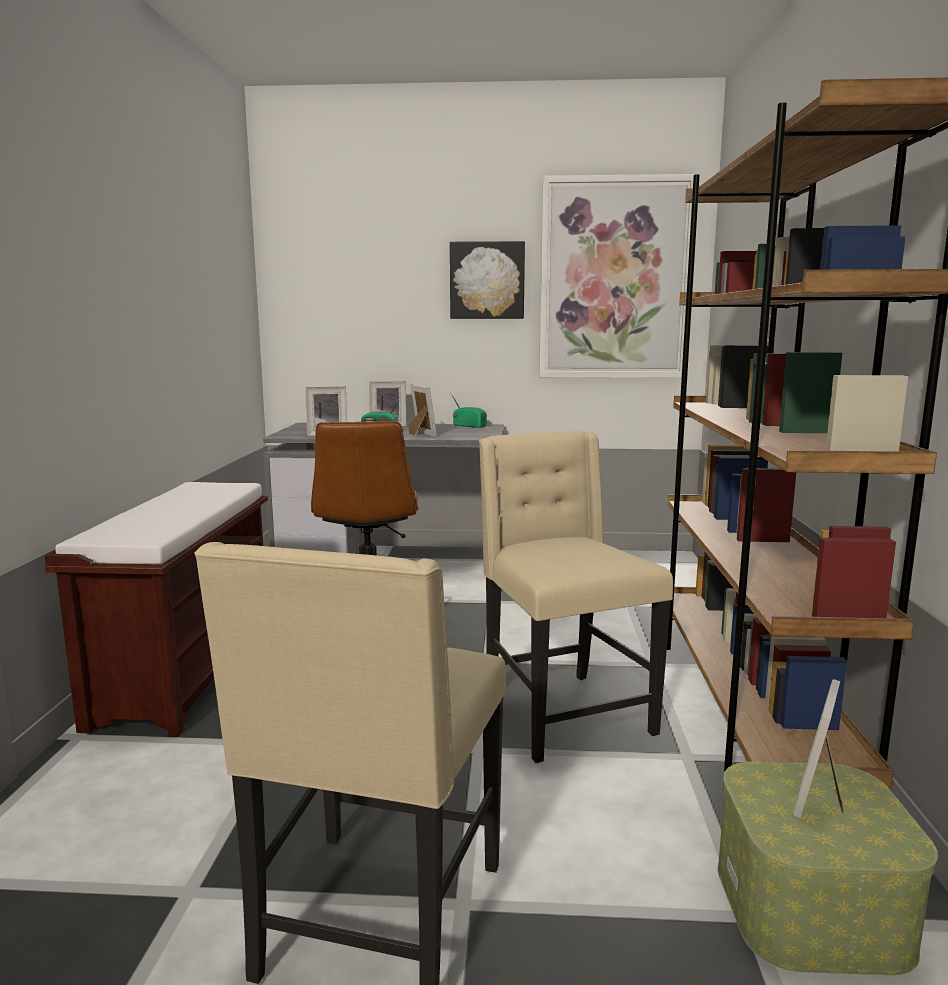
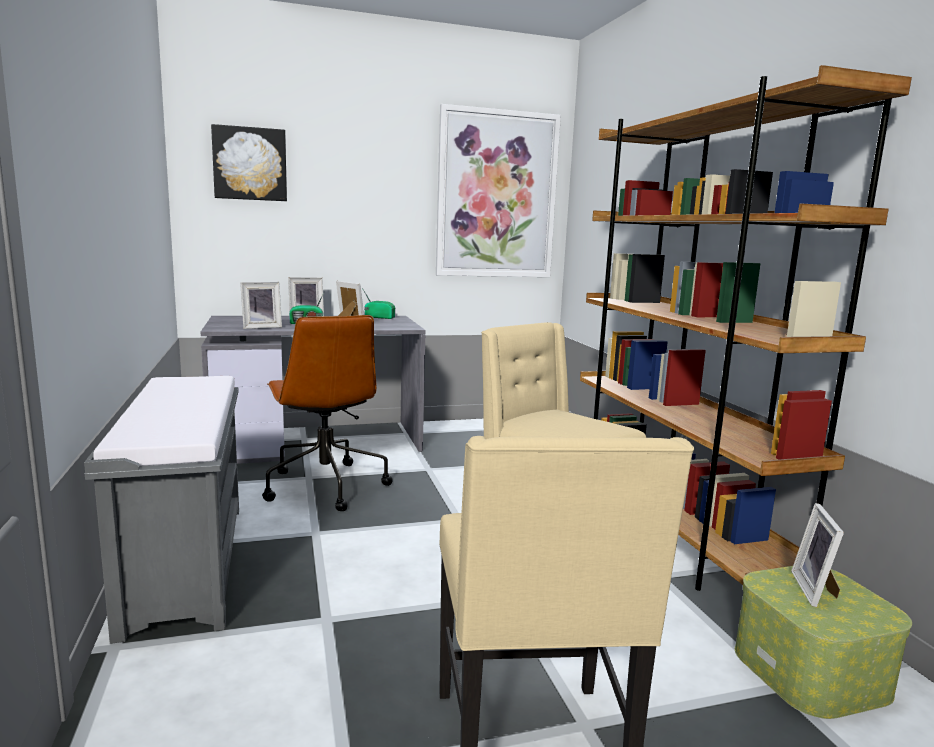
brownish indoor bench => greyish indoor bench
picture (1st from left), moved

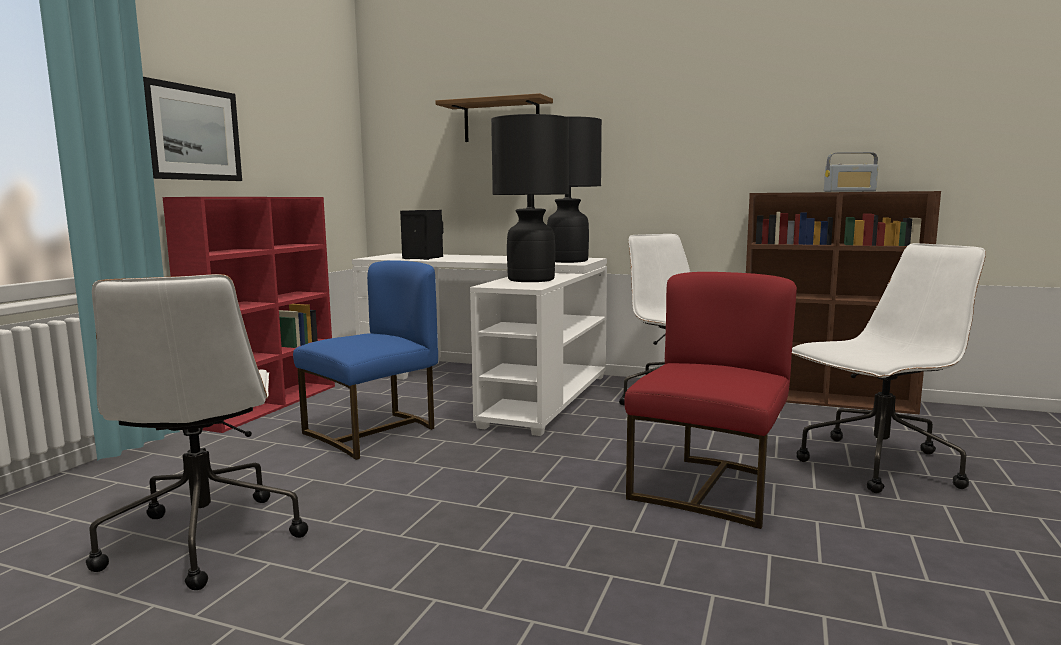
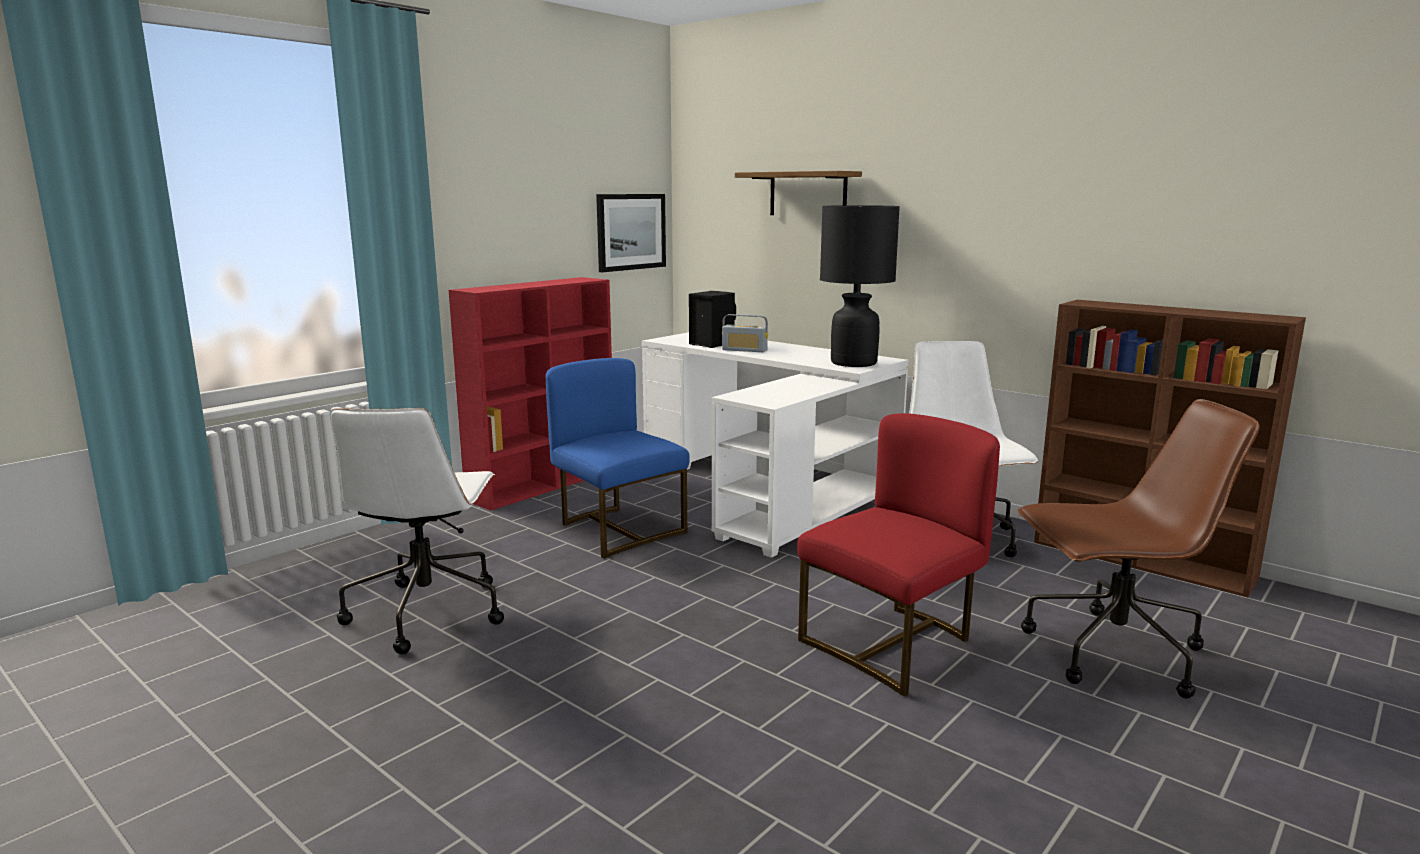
bluish plain chair, 105 degrees counterclockwise
picture, moved
radio receiver, moved
whitish computer chair (3rd from left) => brownish computer chair
black tabletop lamp (1st from left) => nothing

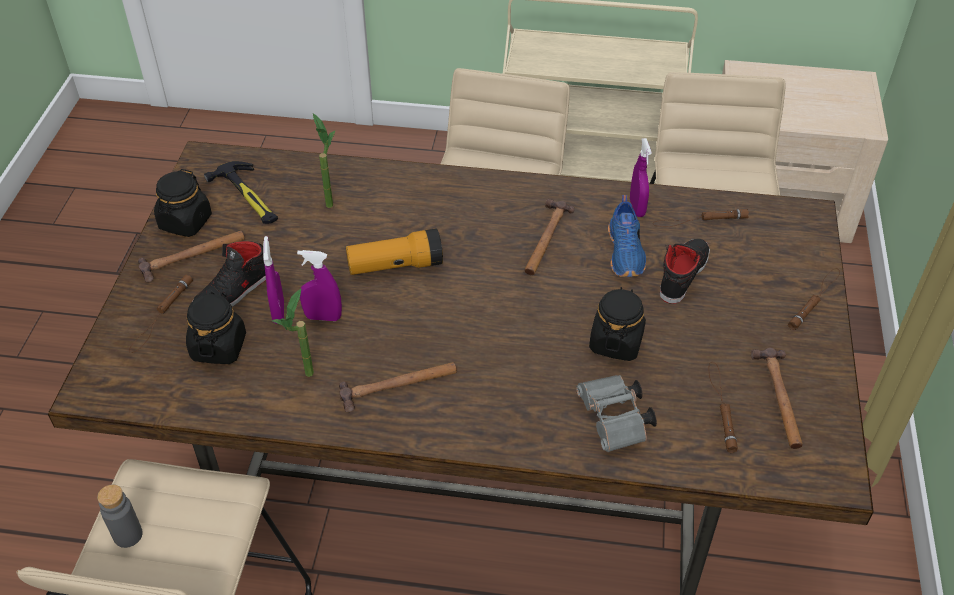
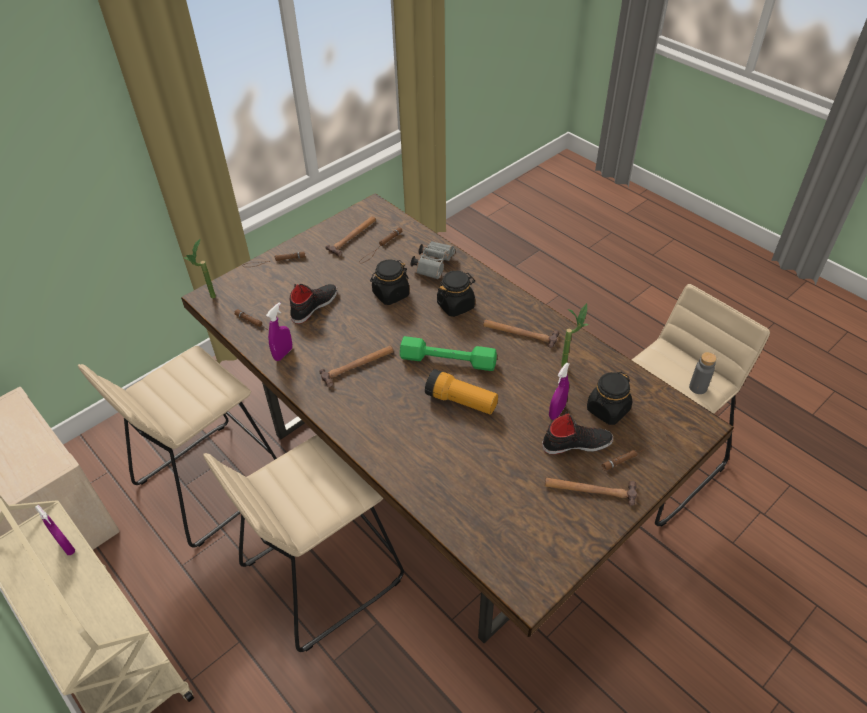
purple spray bottle (2nd from left in the first image) => purple spray bottle (1st from left), moved
potted plant (2nd from left in the first image) => potted plant (1st from left), moved
black item of footwear (2nd from left in the first image) => black item of footwear (1st from left), 150 degrees clockwise
nothing => greenish hand weight
black storage jar (1st from left in the first image) => black storage jar (2nd from left), moved
hand hammer (2nd from left) => nothing
bluish item of footwear => nothing

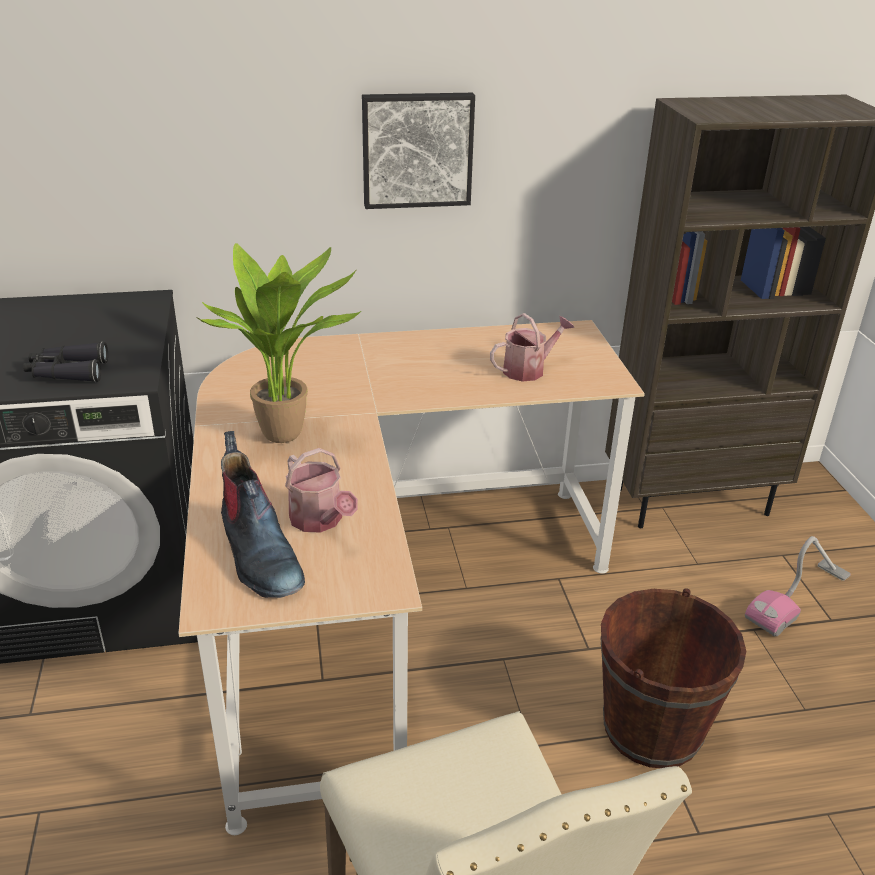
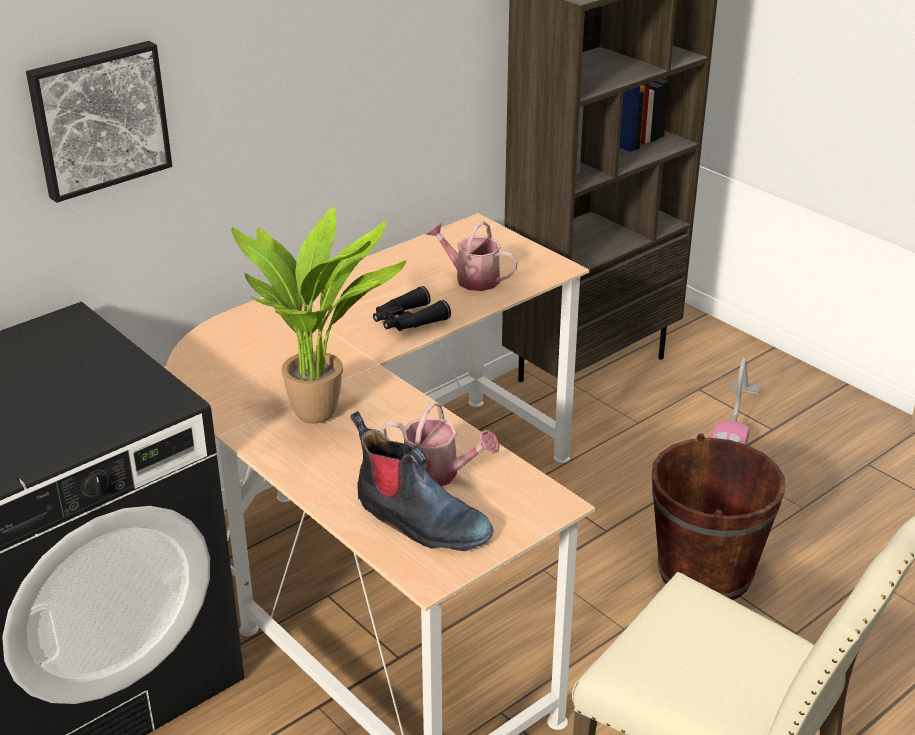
picture, moved
black pair of binoculars, moved
sprinkling can (2nd from left), 90 degrees counterclockwise

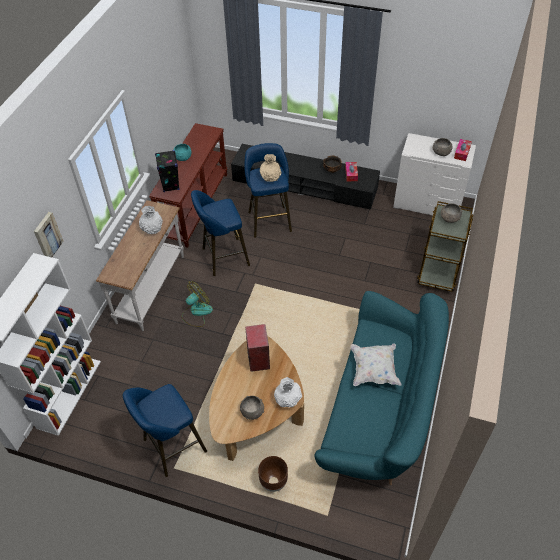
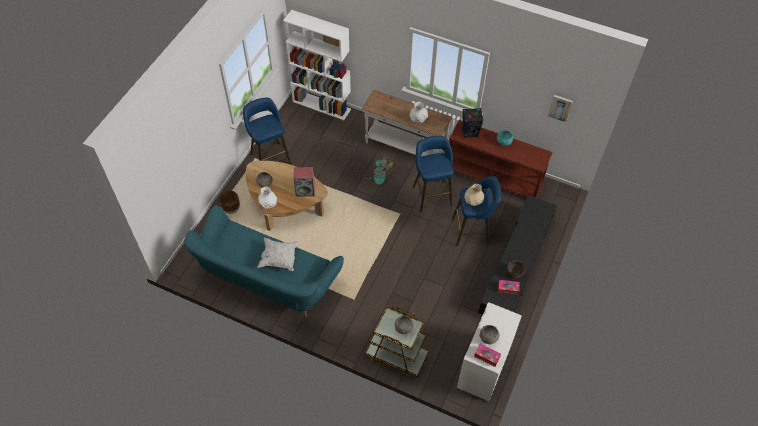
picture, moved

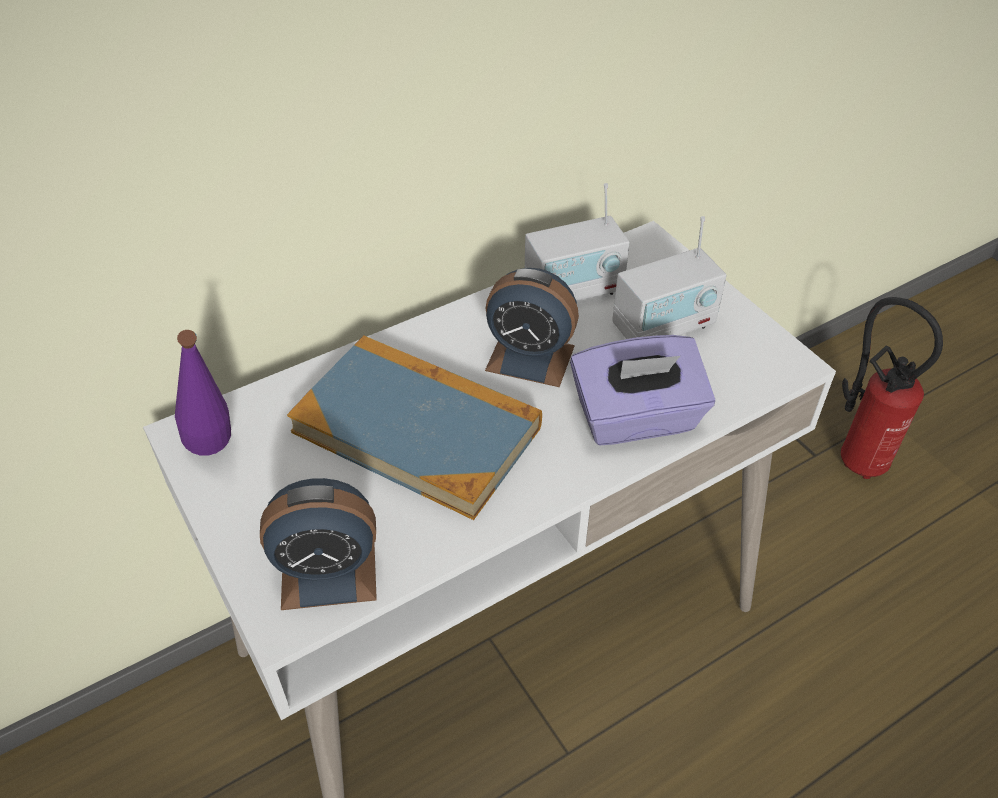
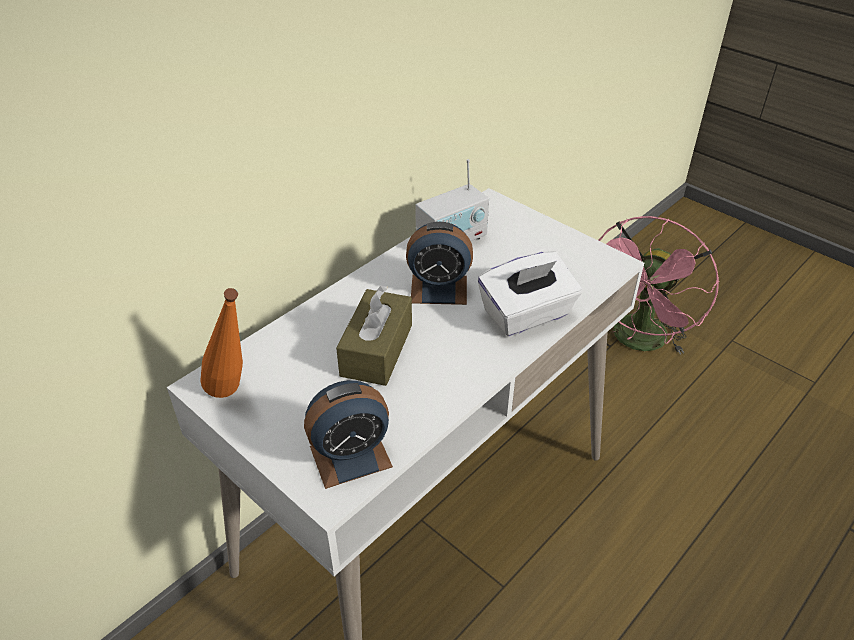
purple bottle => orange bottle
volume => brownish tissue box
purple tissue box => whitish tissue box
fire extinguisher => pink-coloured electric fan
radio receiver (2nd from left) => nothing

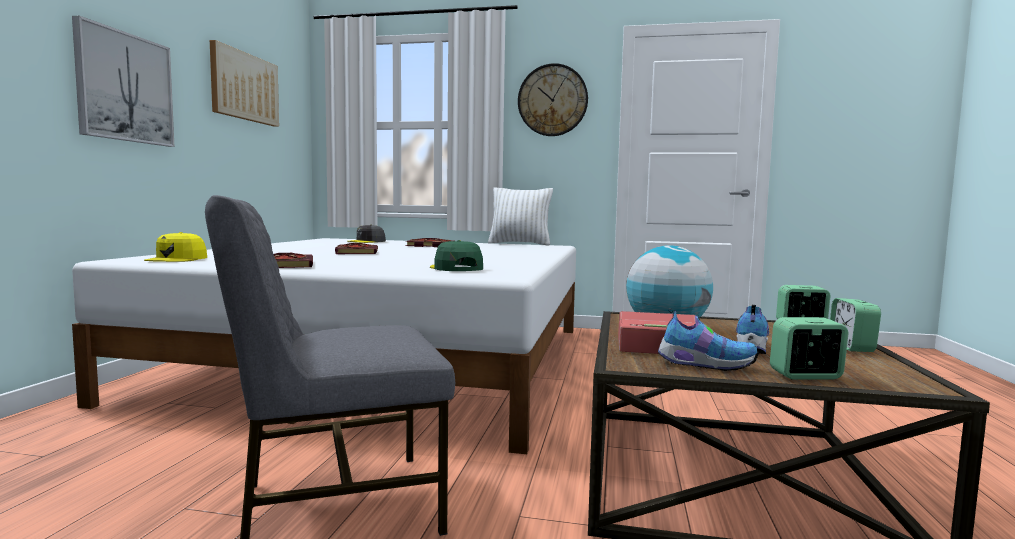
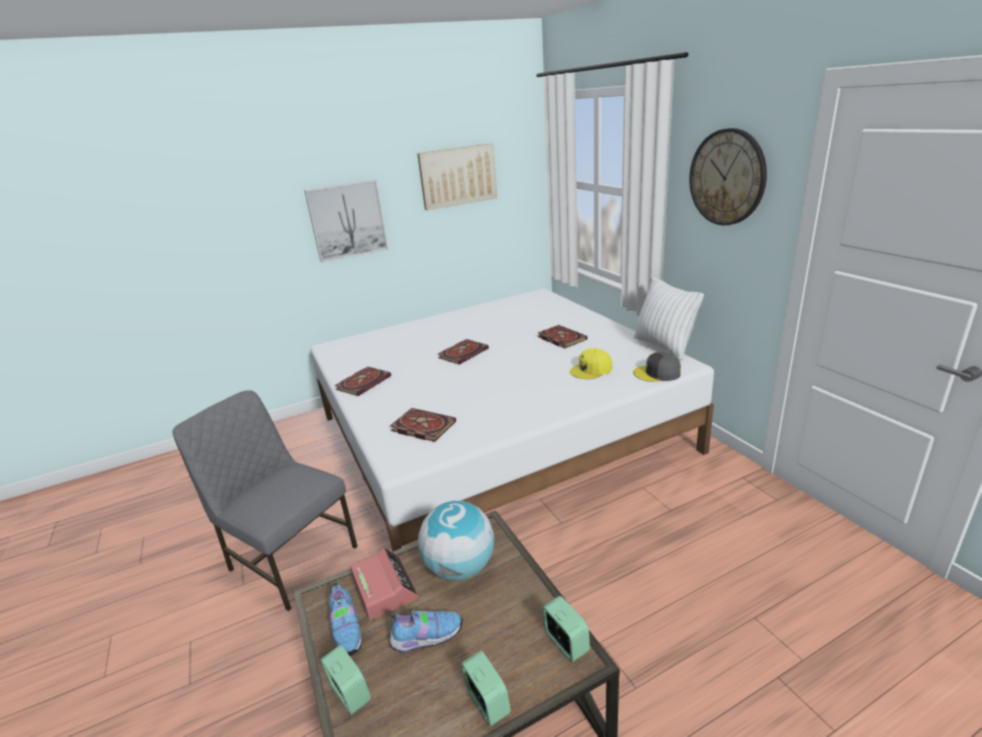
greenish peaked cap => volume (2nd from left)
bedside clock (4th from left in the first image) => bedside clock (3rd from left), 90 degrees clockwise
yellow-coloured peaked cap, moved
greyish peaked cap, moved

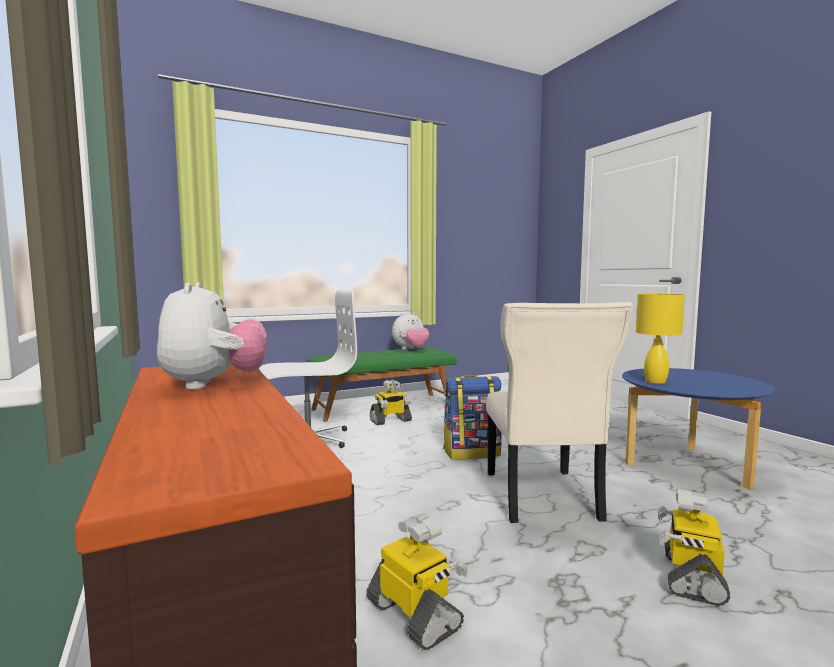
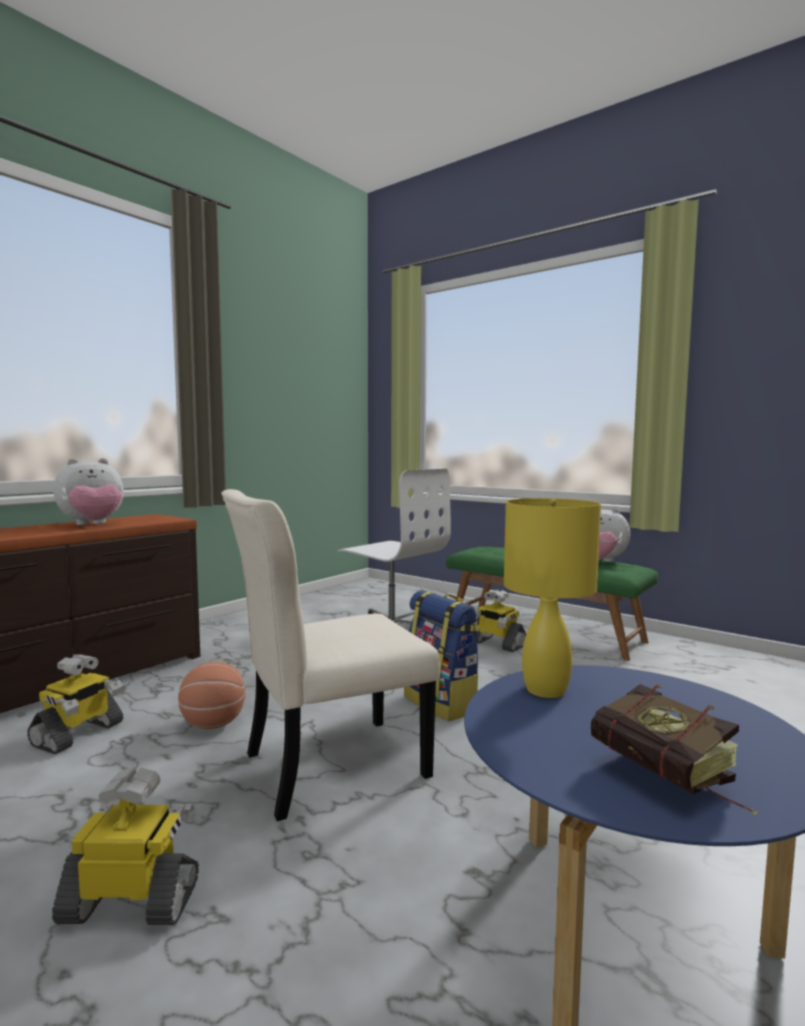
nothing => ball for basketball
nothing => volume

